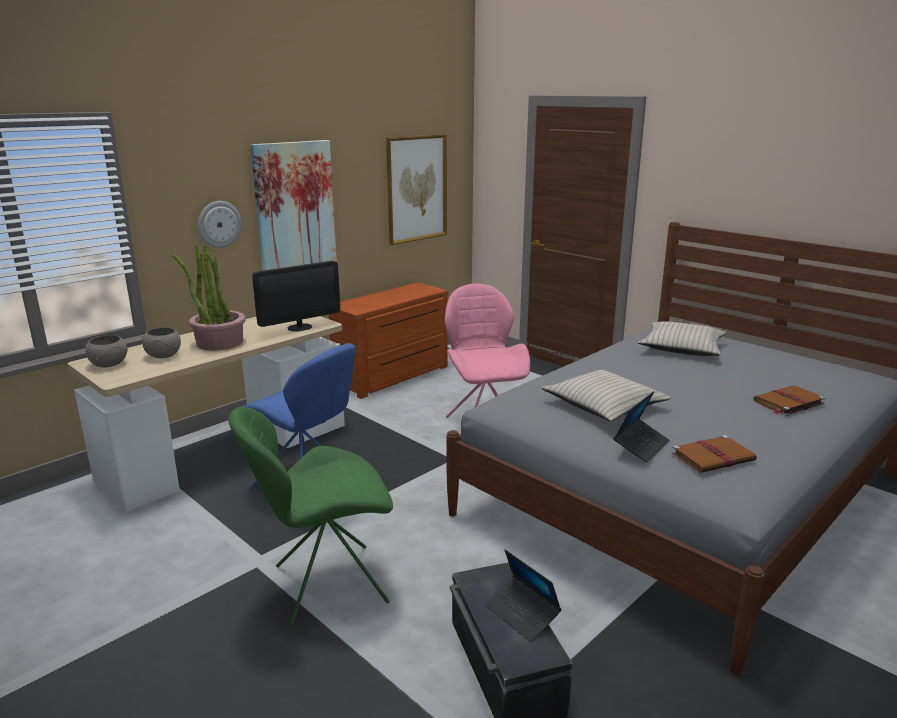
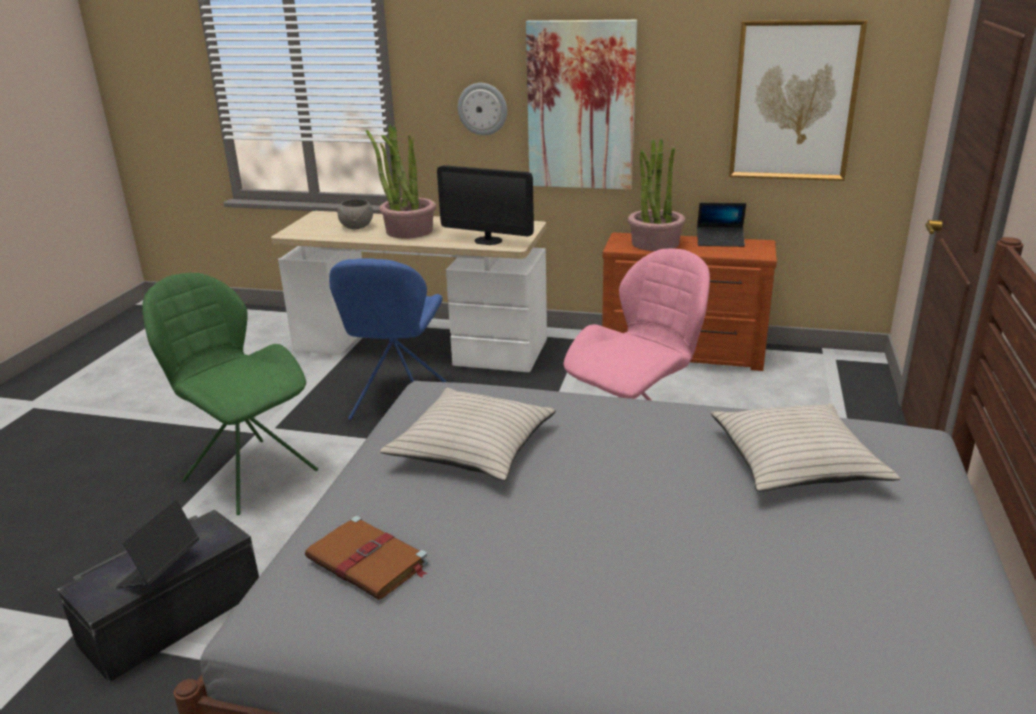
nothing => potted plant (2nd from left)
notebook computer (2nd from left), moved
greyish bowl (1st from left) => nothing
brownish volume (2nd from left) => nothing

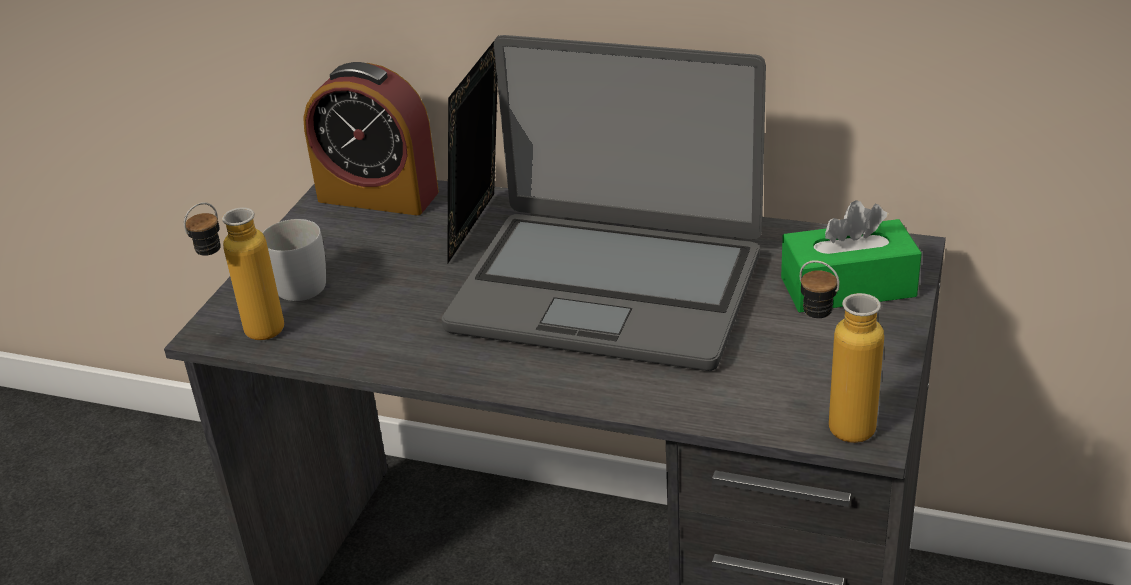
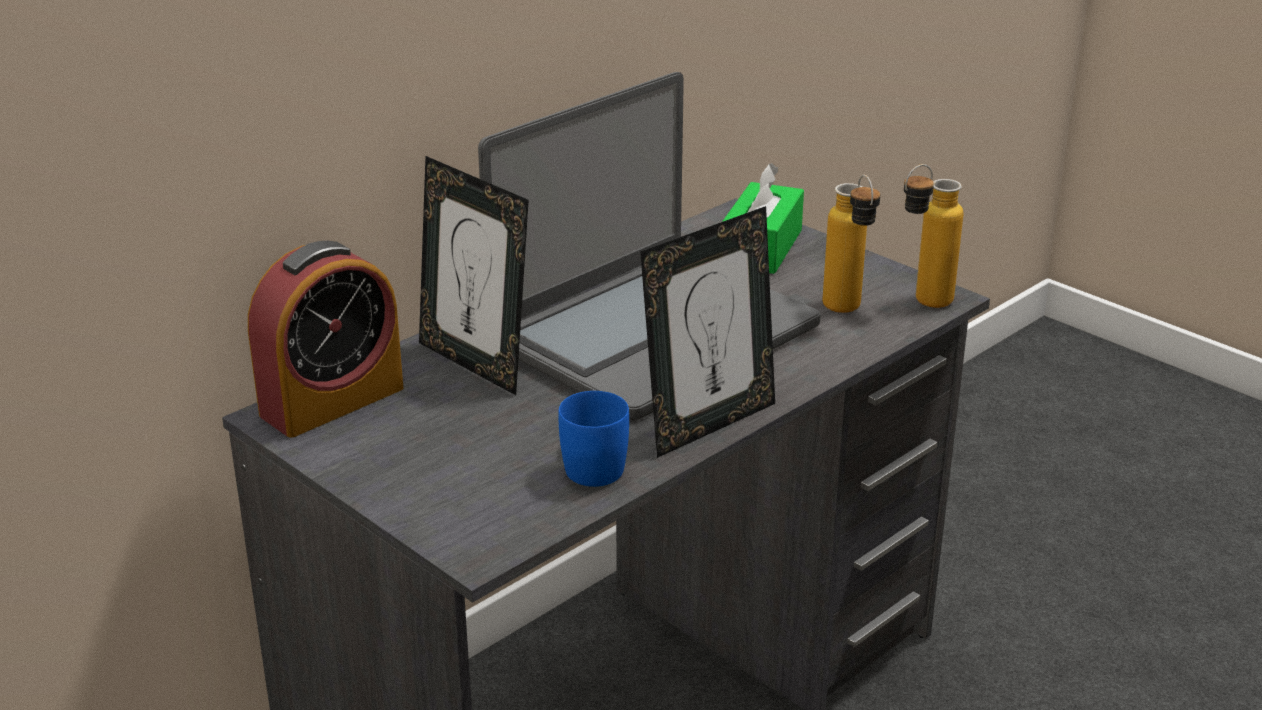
nothing => bluish tea mug
nothing => photo frame (2nd from left)
bottle (1st from left), moved
whitish tea mug => nothing

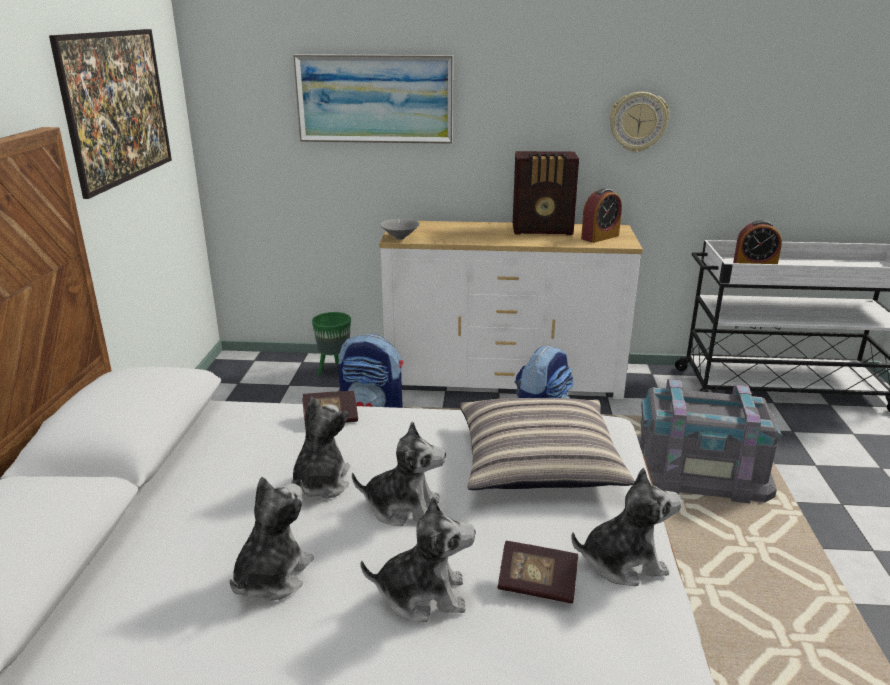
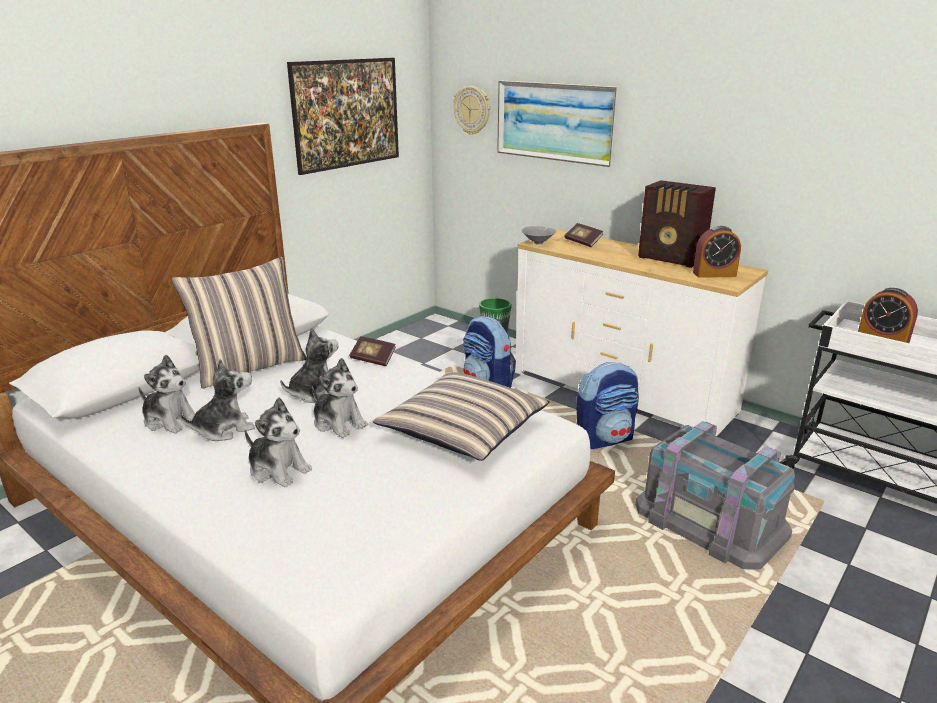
plush toy (5th from left in the first image) => plush toy (1st from left), moved
nothing => pillow (1st from left)
clock on the wall, moved
volume (2nd from left), moved

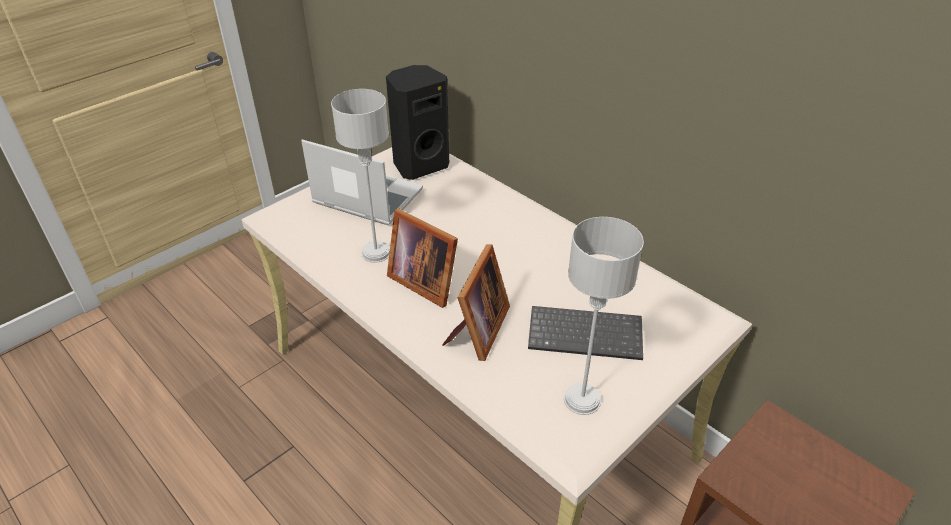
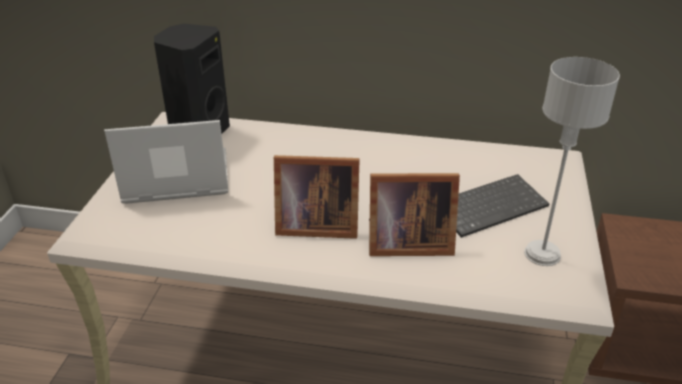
photo frame (2nd from left), 105 degrees clockwise
greyish tabletop lamp (1st from left) => nothing

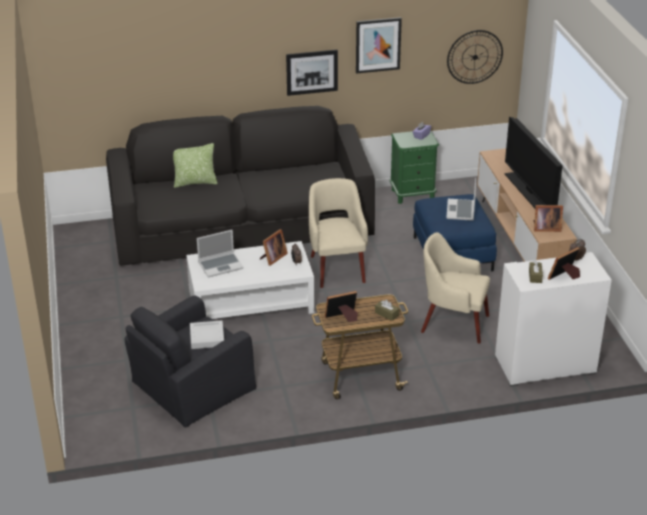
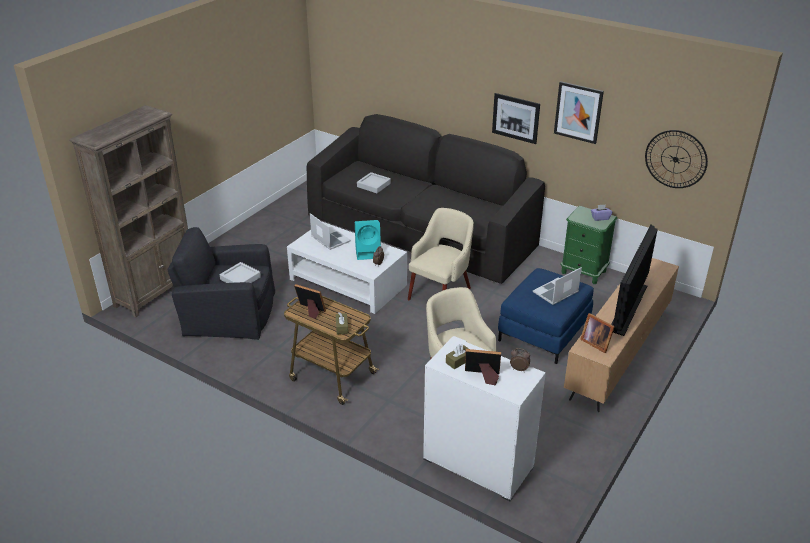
nothing => brownish shelving unit
notebook computer (1st from left), 150 degrees counterclockwise
photo frame (1st from left) => blue-green audio speaker
nothing => greyish carrying tray (2nd from left)
pillow => nothing

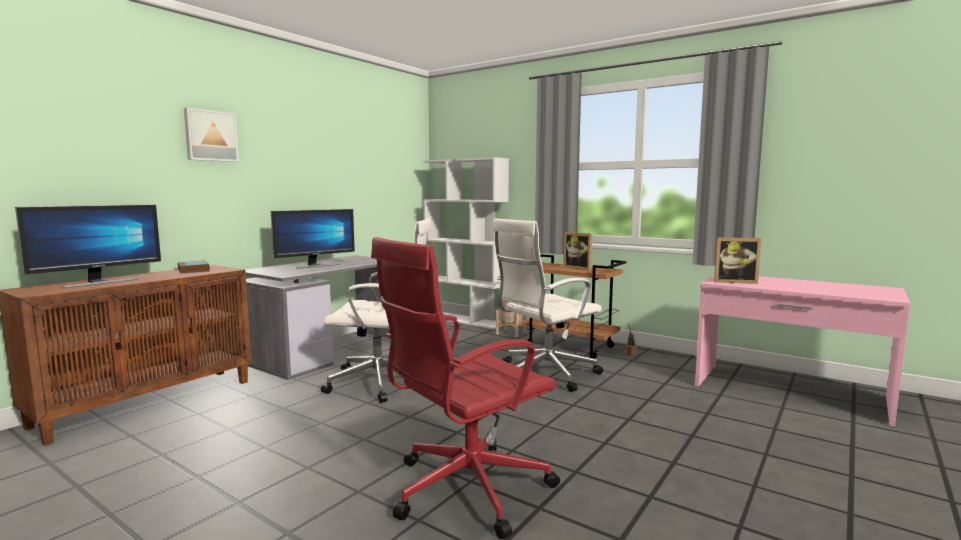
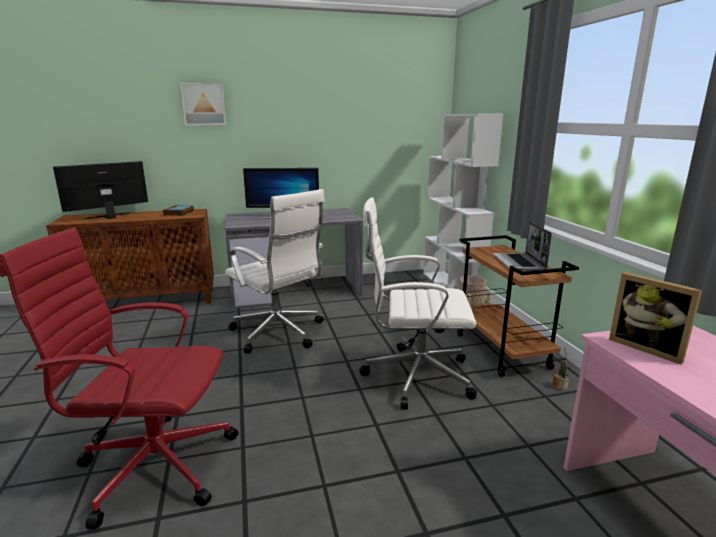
computer display (1st from left), 150 degrees clockwise
photo frame (1st from left) => notebook computer

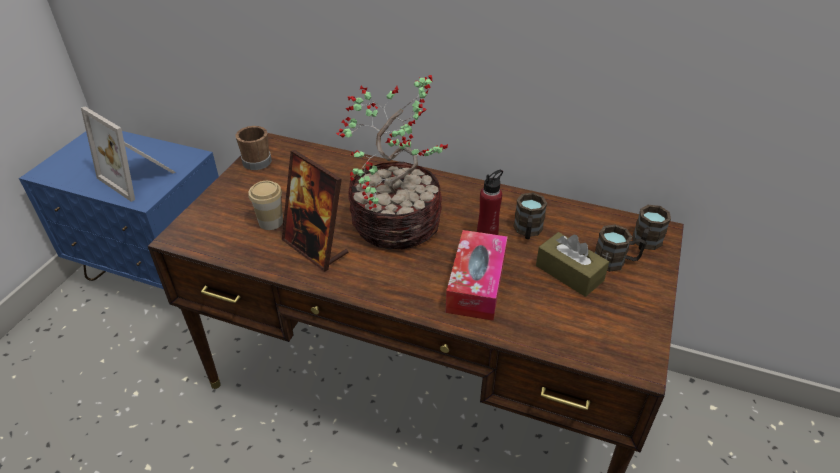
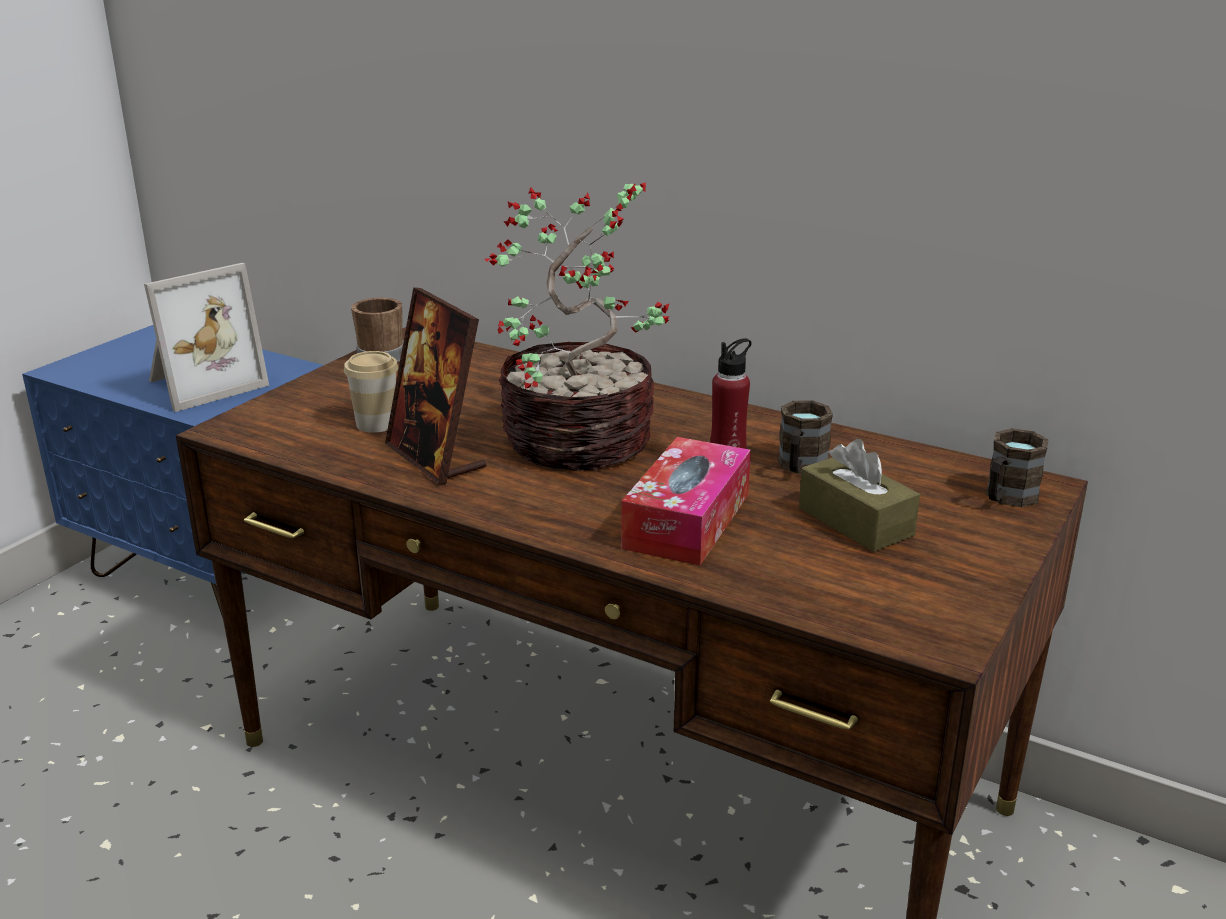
photo frame (1st from left), 90 degrees counterclockwise
brownish tea mug (3rd from left) => nothing

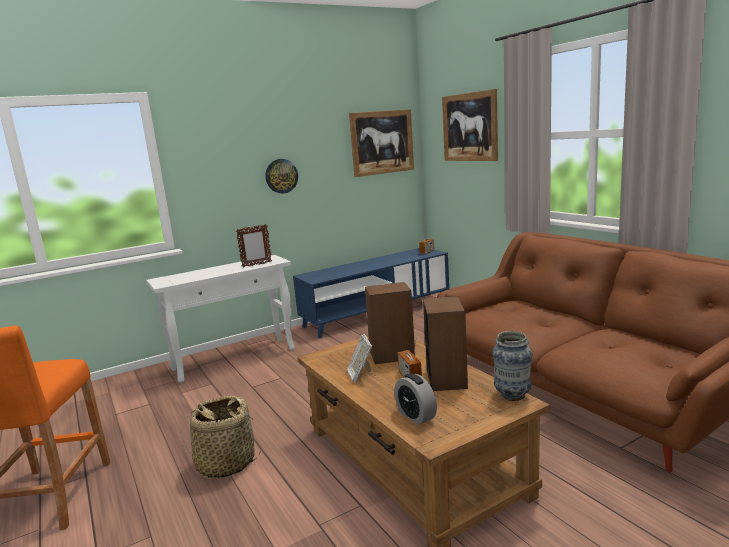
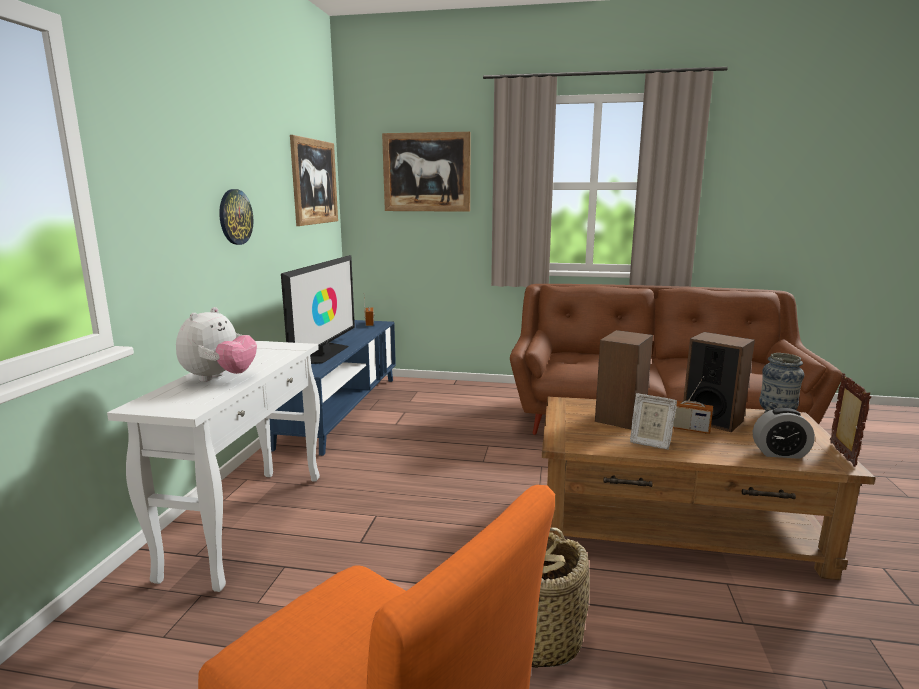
nothing => plush toy
nothing => TV
photo frame (1st from left in the first image) => photo frame (2nd from left), moved

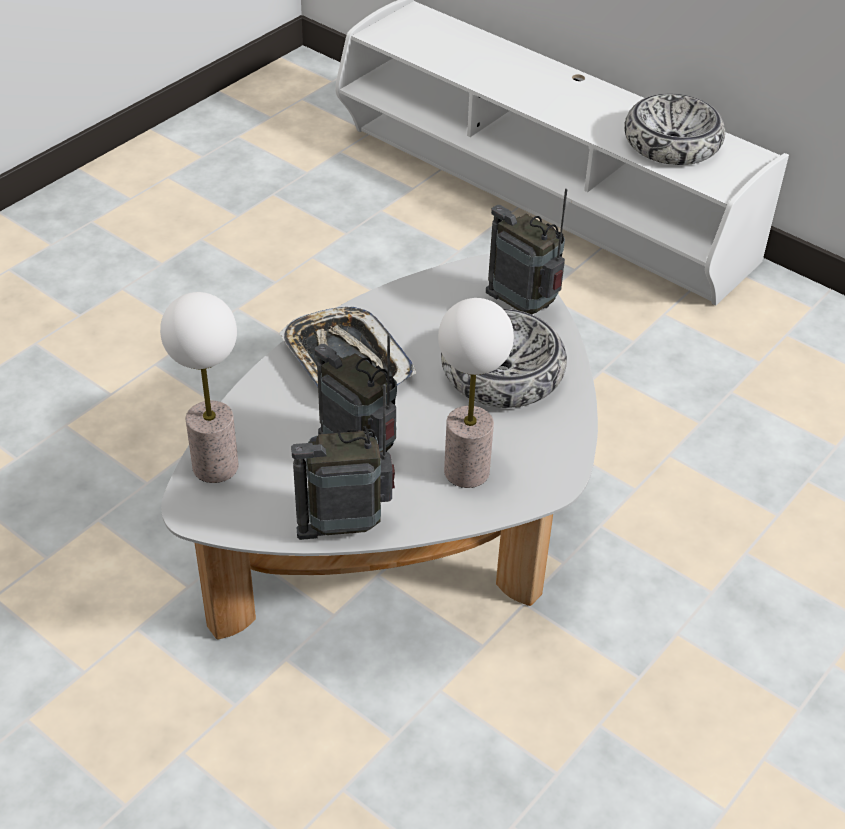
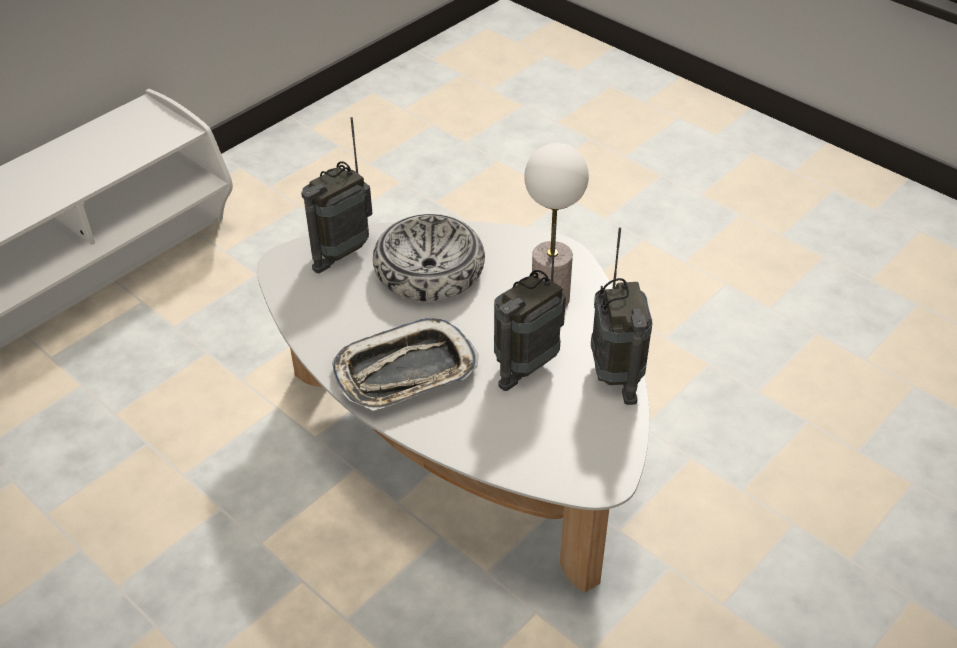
tabletop lamp (1st from left) => nothing
bowl (2nd from left) => nothing

